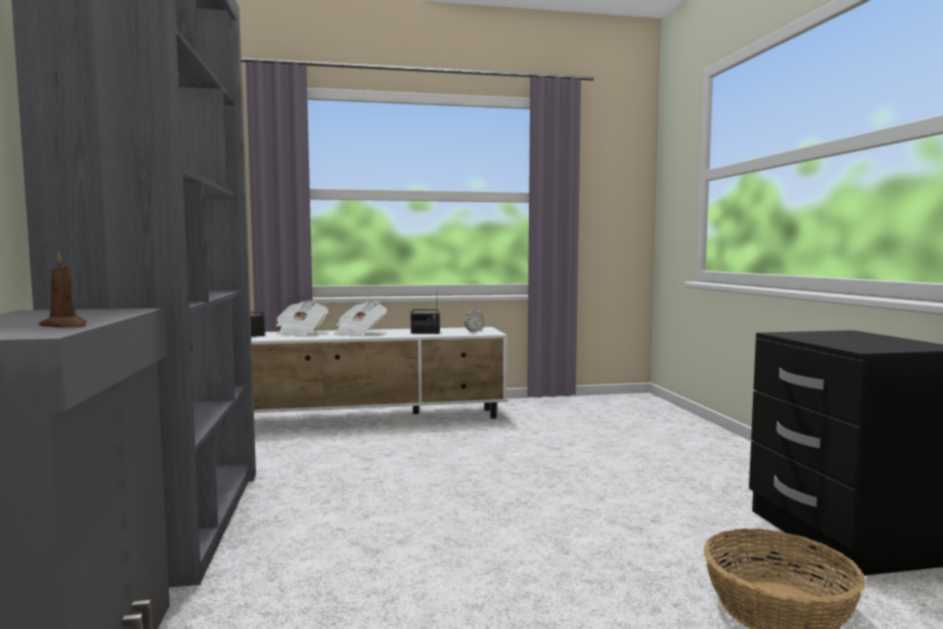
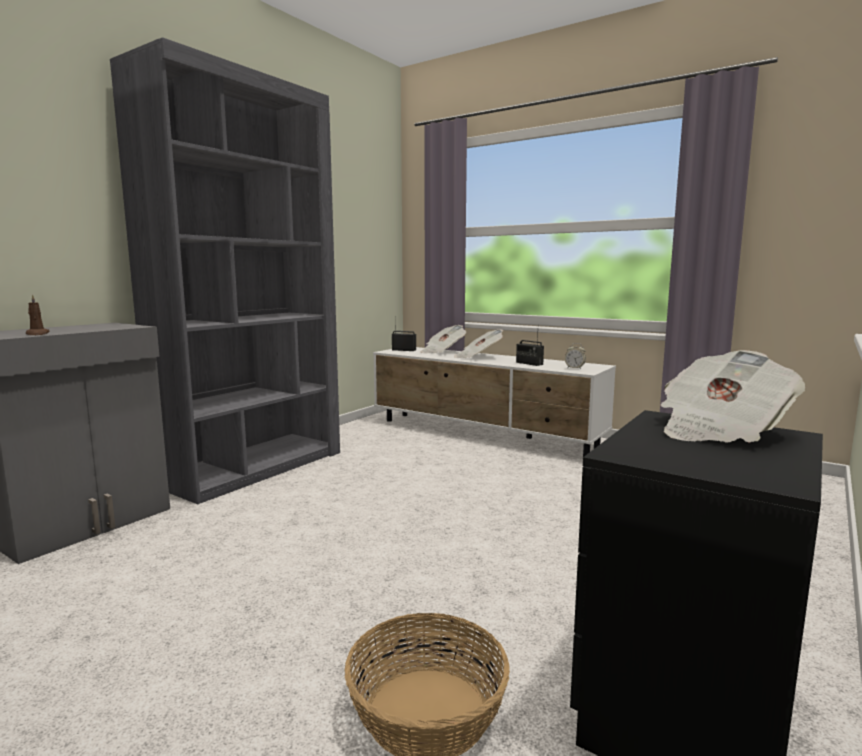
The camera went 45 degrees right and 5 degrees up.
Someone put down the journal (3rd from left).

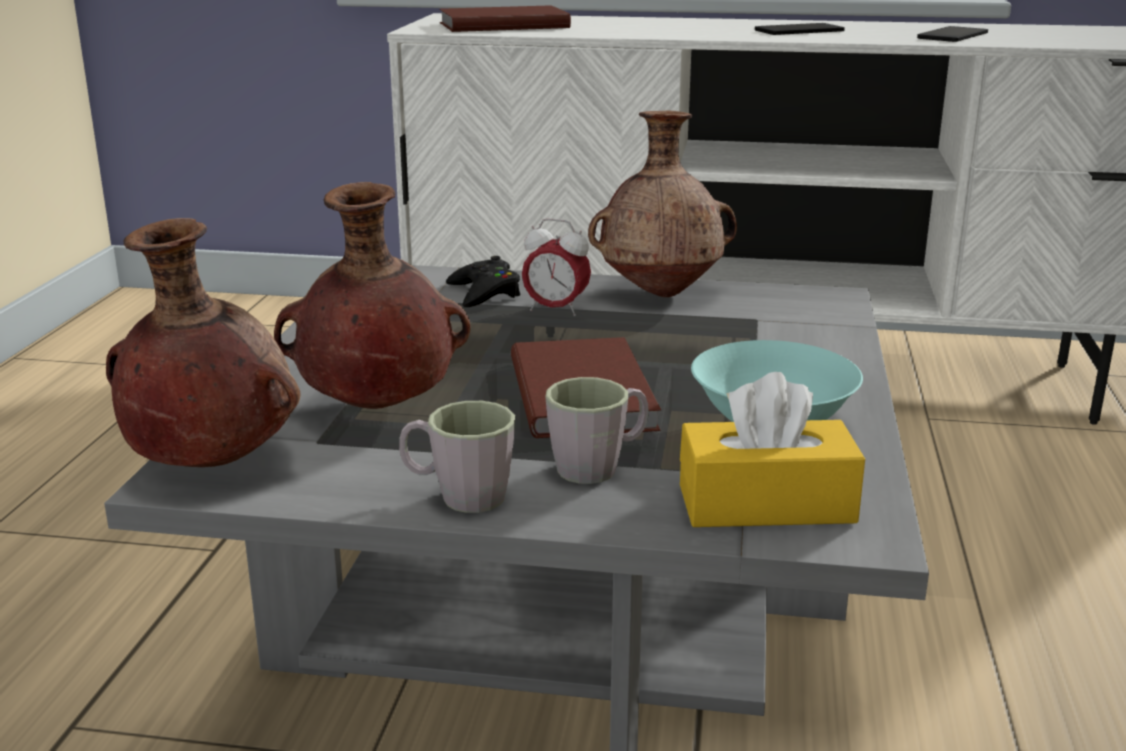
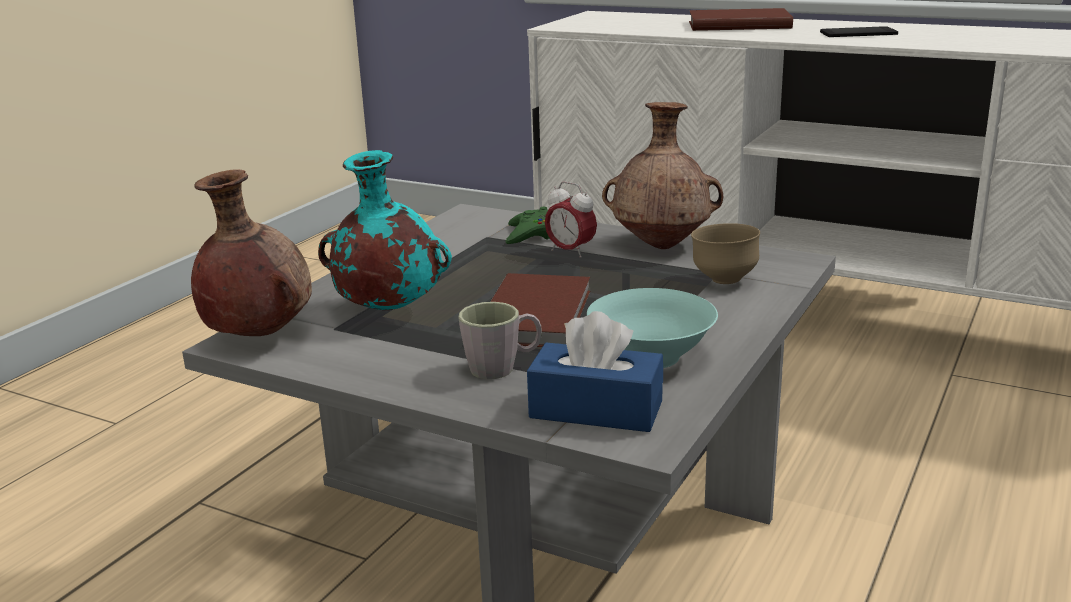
The camera went 20 degrees right and 0 degrees up.
Someone took away the mug (gris) (1st from left).
Someone took away the téléphone (2nd from left).
Someone put down the bol (marron).
Someone carried the livre (marron) (1st from left in the first image).
Someone repainted the vase (marron) (2nd from left), which became the vase (turquoise).
Someone repainted the manette (noir), which became the manette (vert).
Someone repainted the boîte à mouchoirs (jaune), which became the boîte à mouchoirs (bleu).

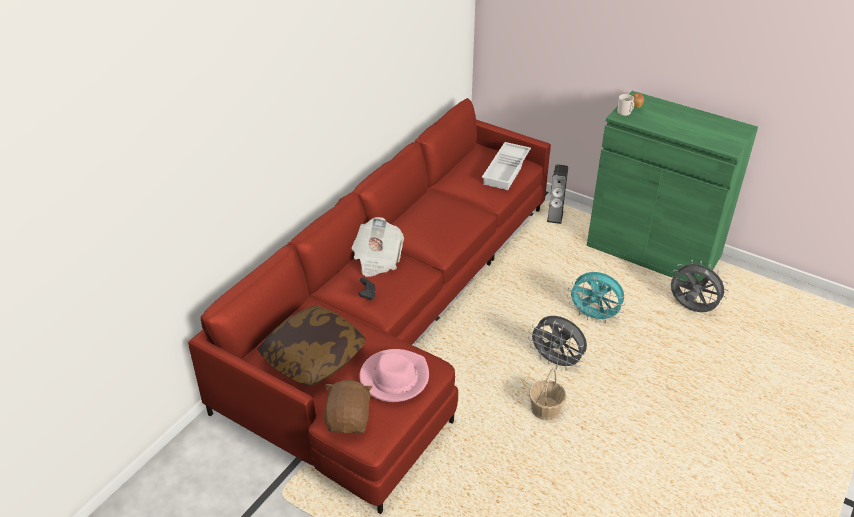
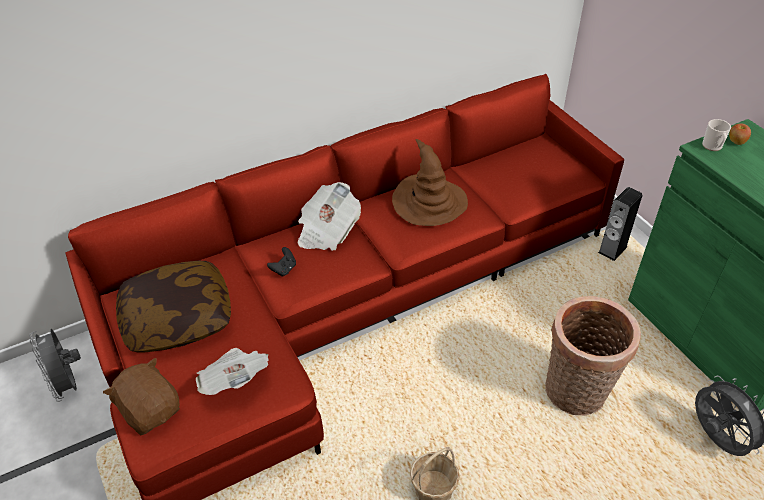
The camera went 30 degrees right and 5 degrees up.
Someone took away the plateau (blanc).
Someone put down the chapeau (marron).
Someone carried the ventilateur (gris) (1st from left).
Someone swapped the chapeau (rose) for the journal (1st from left).
Someone swapped the ventilateur (turquoise) for the panier (2nd from left).
Someone rotated the peluche (marron) by 75 degrees counterclockwise.

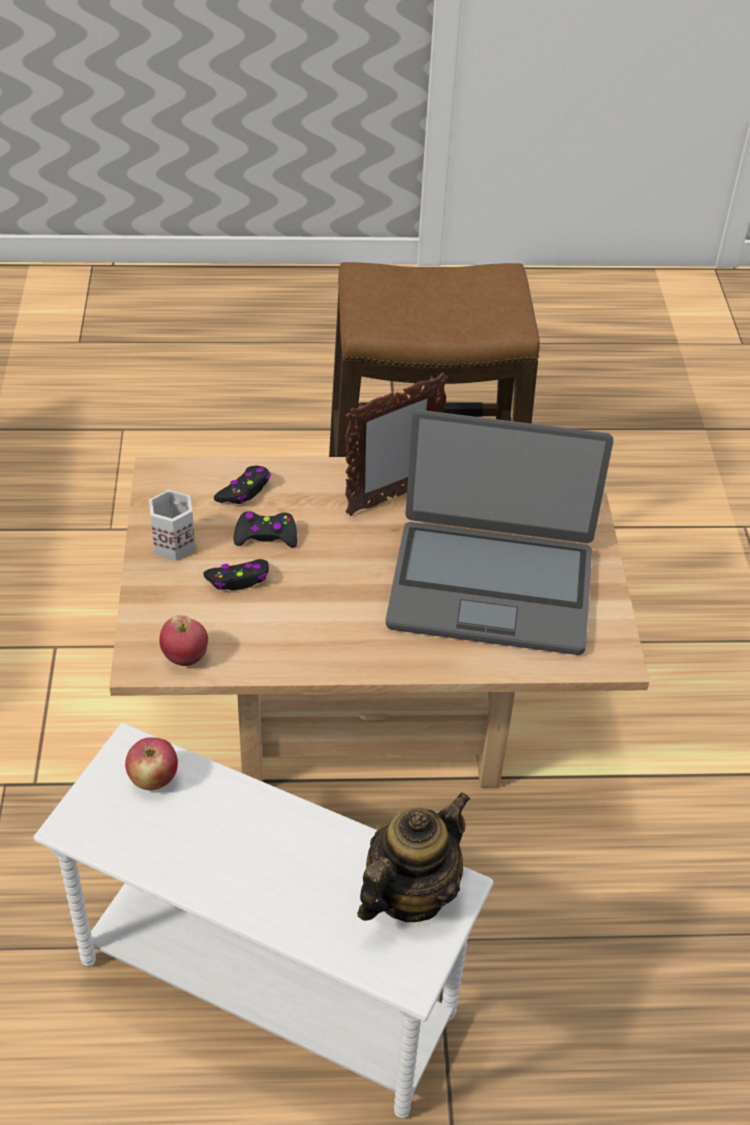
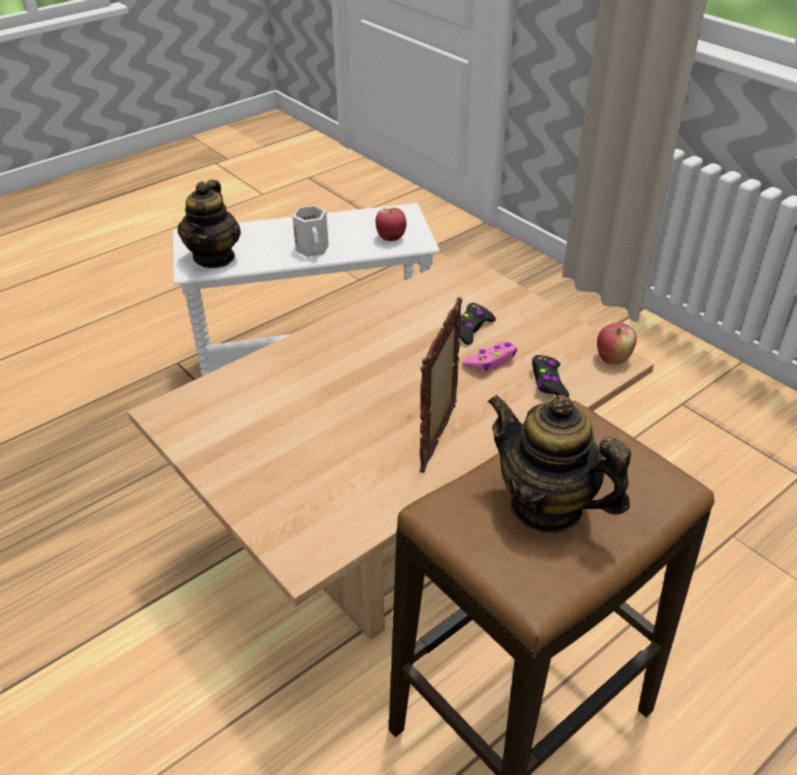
The camera went 145 degrees right and 5 degrees down.
Someone took away the ordinateur portable.
Someone put down the théière (2nd from left).
Someone carried the mug (blanc).
Someone carried the pomme (2nd from left).
Someone repainted the manette (noir) (3rd from left), which became the manette (rose).

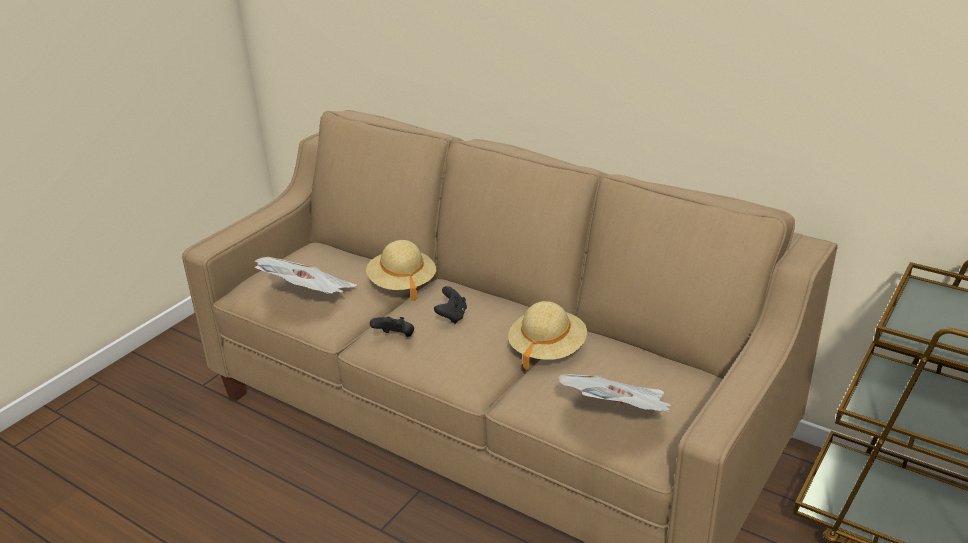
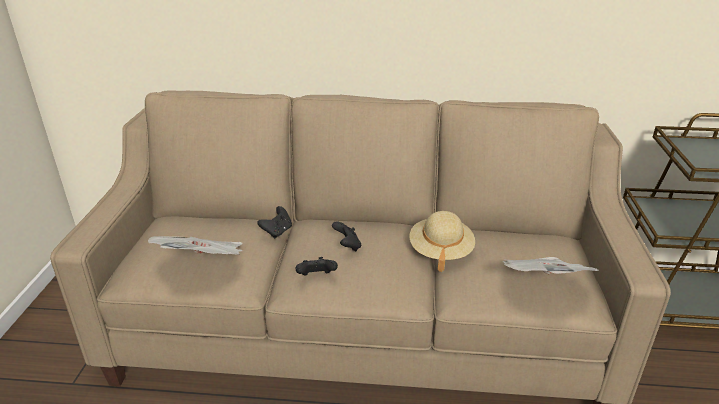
The camera went 30 degrees left and 0 degrees up.
Someone swapped the chapeau (beige) (1st from left) for the manette (noir) (1st from left).

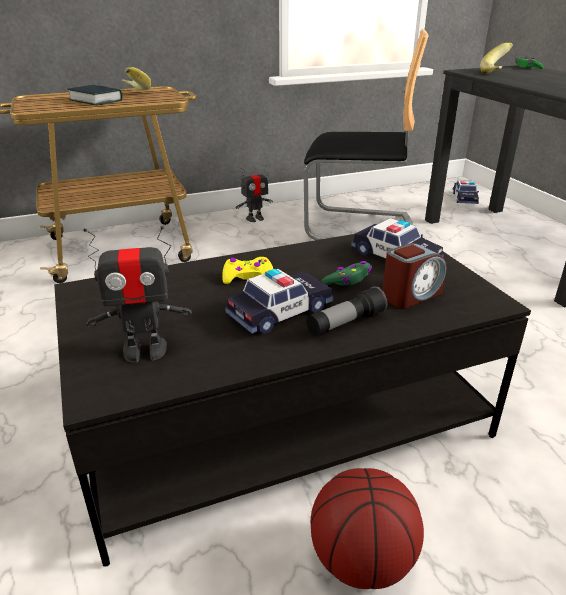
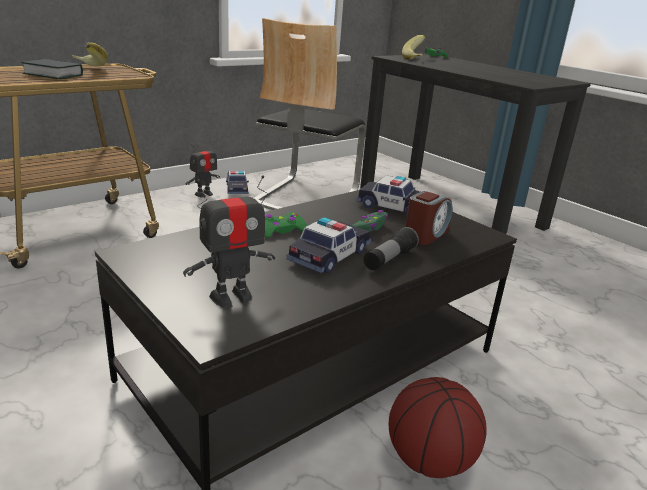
The camera went 20 degrees left and 5 degrees down.
Someone carried the petite voiture (3rd from left in the first image).
Someone repainted the manette (jaune), which became the manette (vert) (1st from left).
Someone rotated the chaise by 120 degrees clockwise.

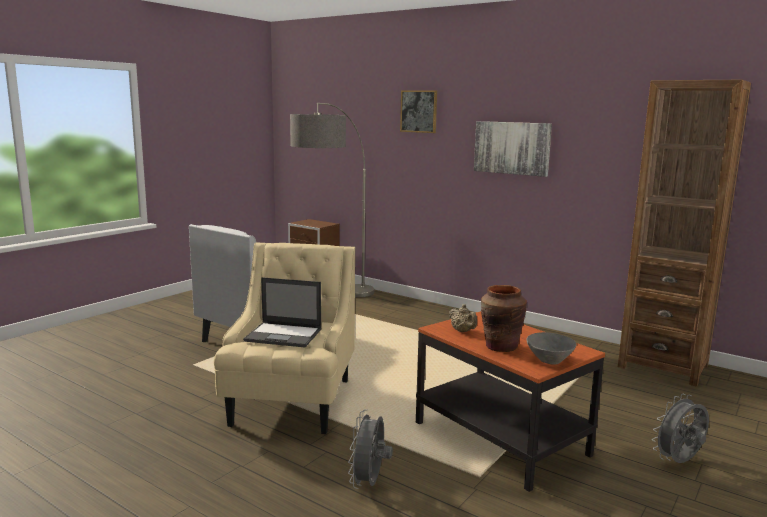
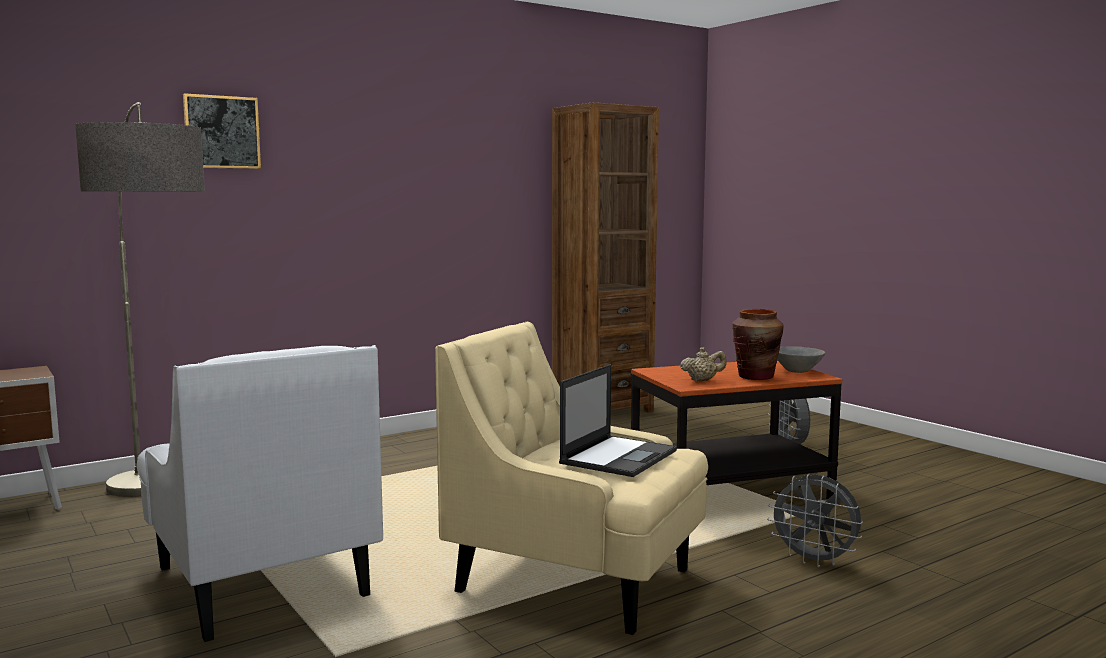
The camera went 70 degrees left and 5 degrees down.
Someone took away the tableau (2nd from left).

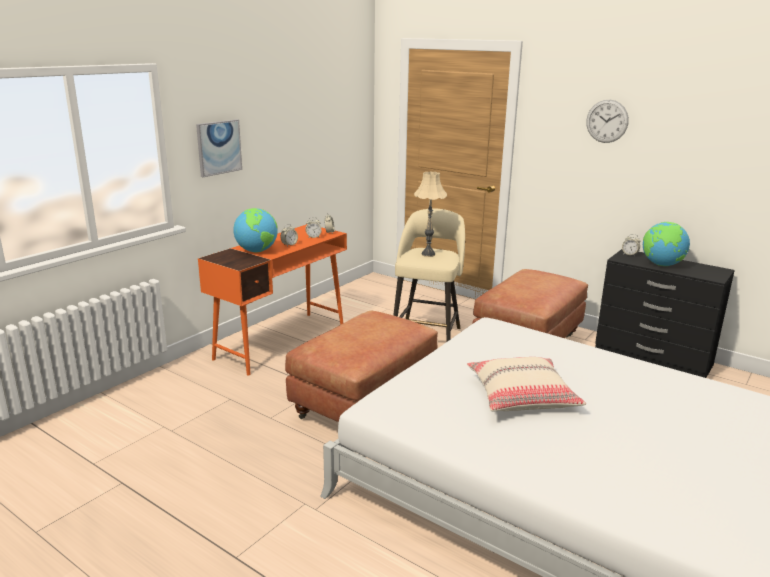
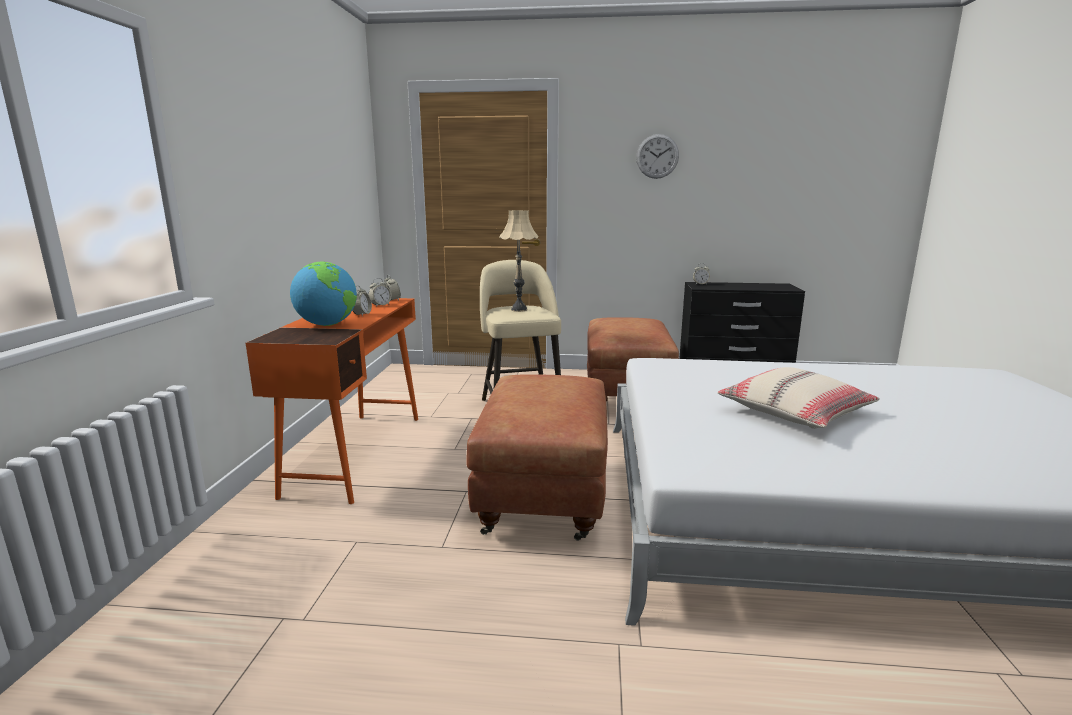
The camera went 30 degrees left and 5 degrees down.
Someone took away the tableau.
Someone took away the globe (2nd from left).

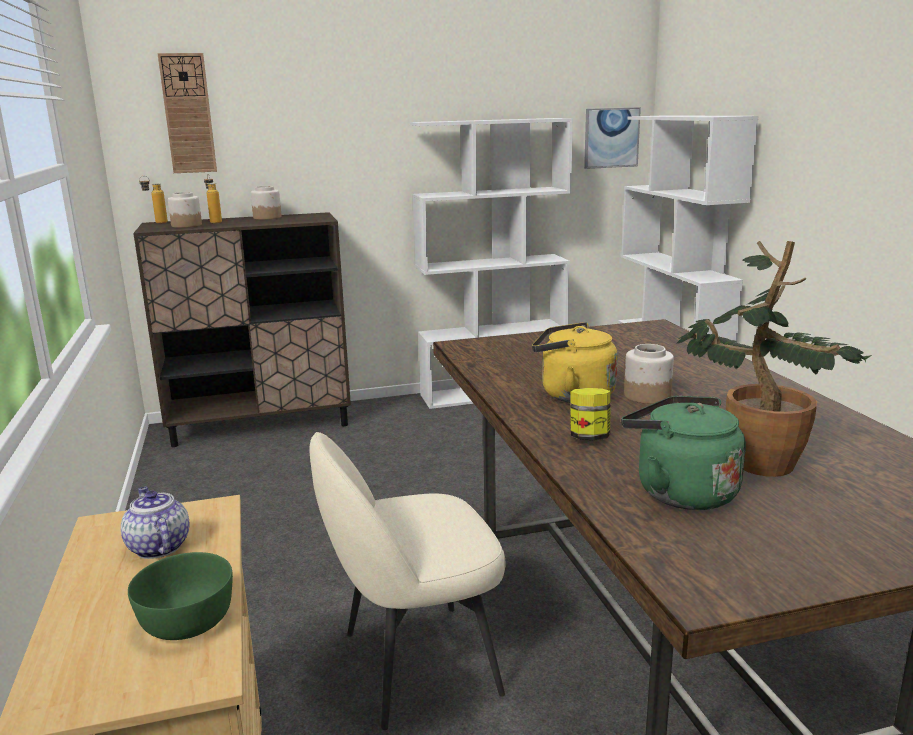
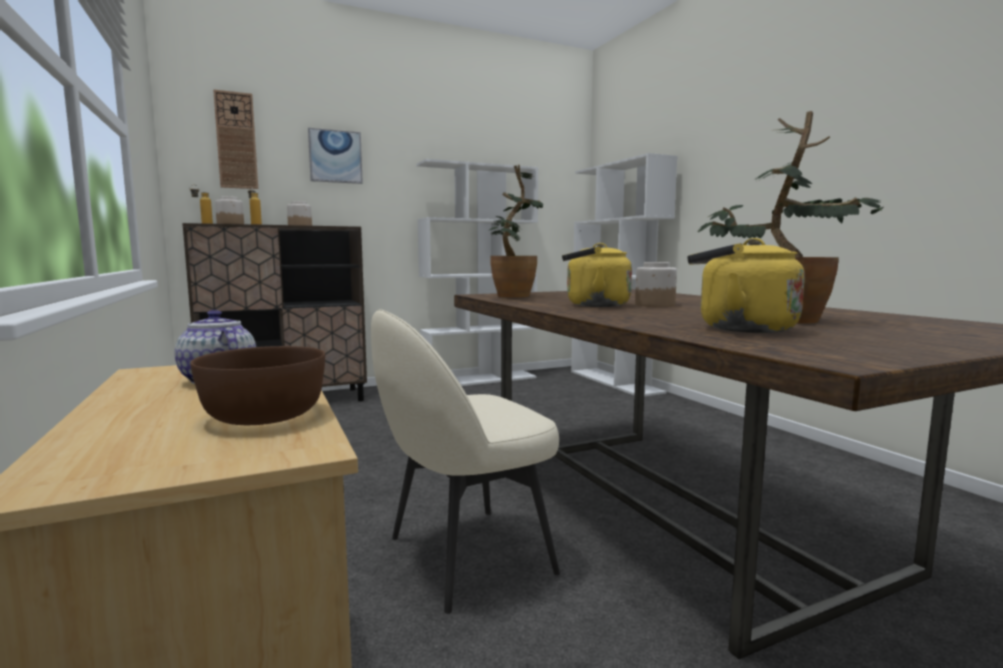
The camera went 10 degrees left and 10 degrees down.
Someone took away the bocal (3rd from left).
Someone put down the plante en pot (1st from left).
Someone carried the tableau.
Someone repainted the bol (vert), which became the bol (marron).
Someone repainted the bouilloire (vert), which became the bouilloire (jaune) (2nd from left).

